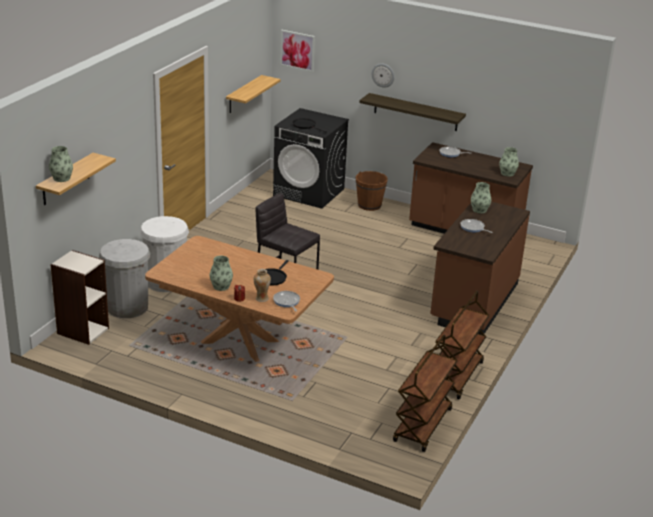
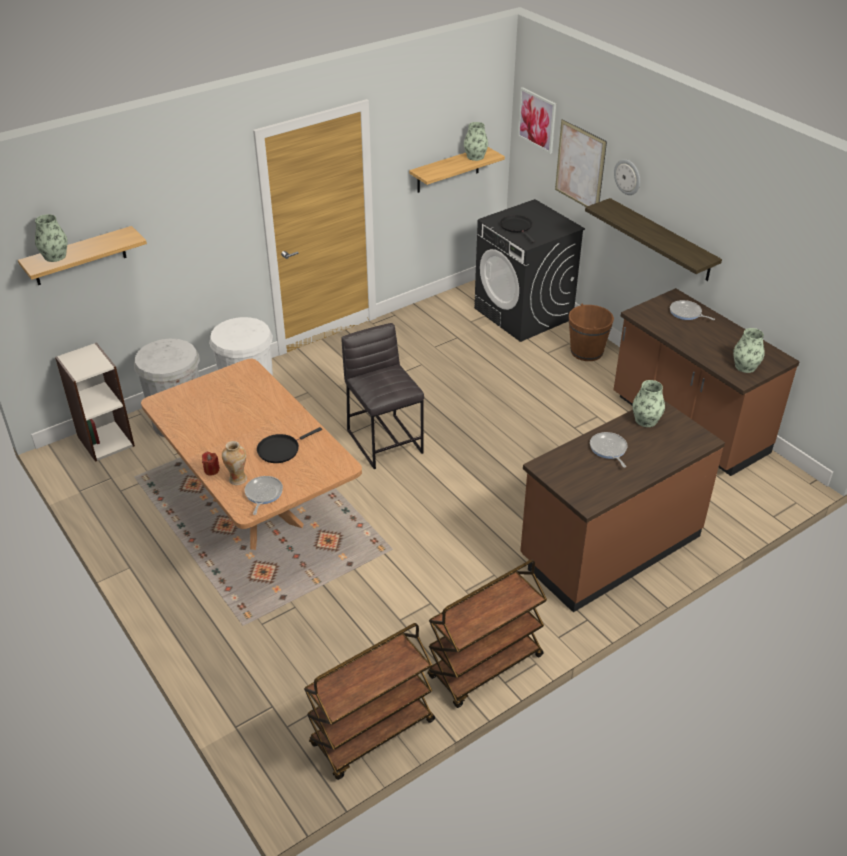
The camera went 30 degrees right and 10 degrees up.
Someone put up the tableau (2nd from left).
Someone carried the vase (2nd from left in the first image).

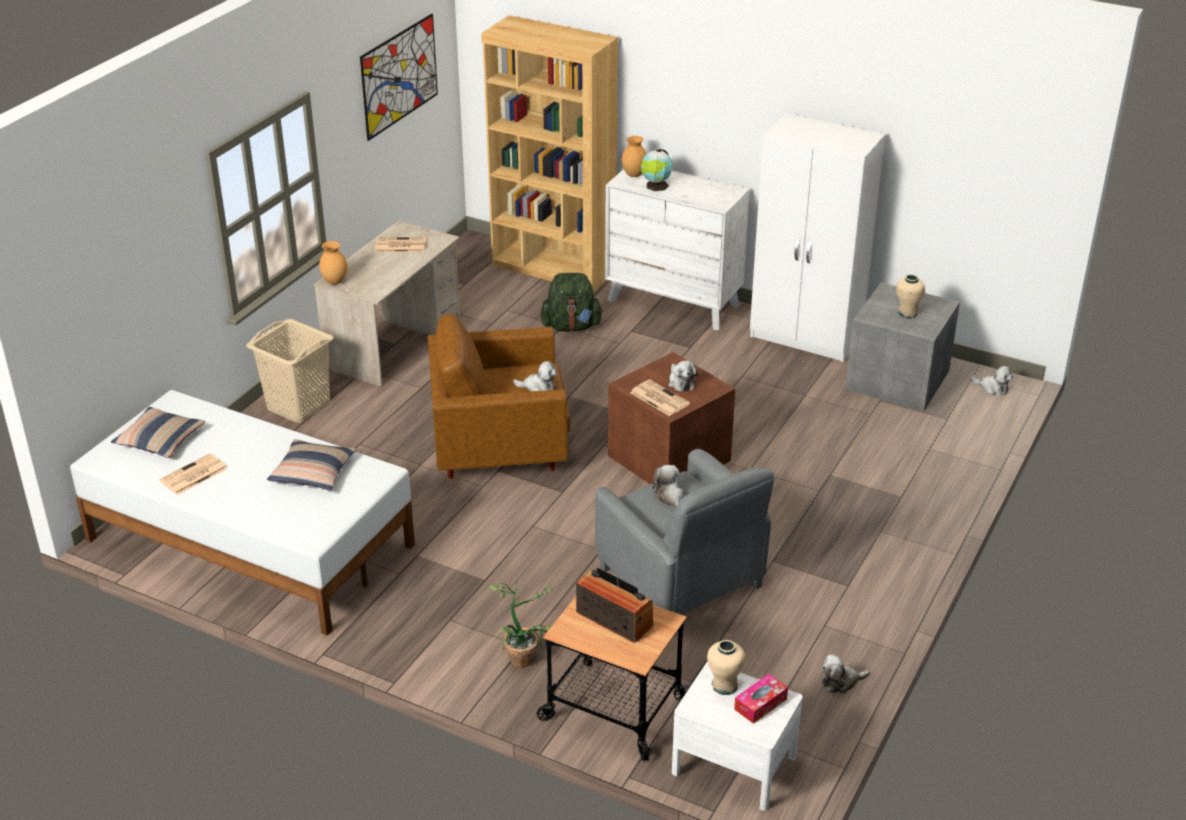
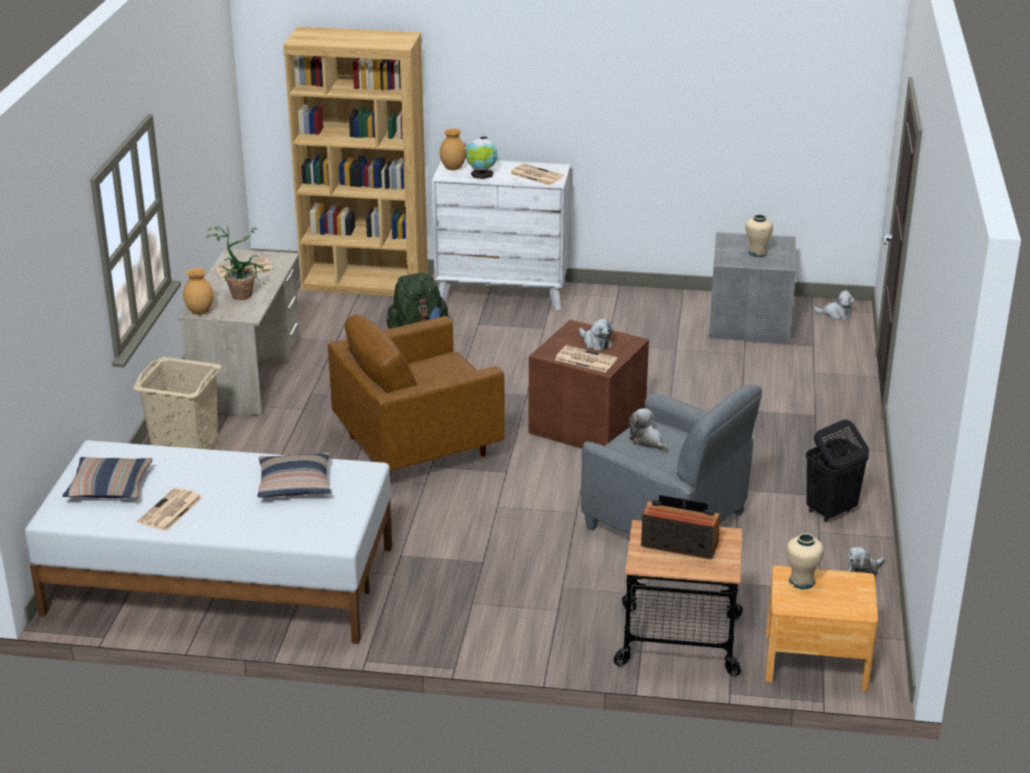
The camera went 20 degrees left and 5 degrees down.
Someone took away the tableau.
Someone took away the peluche (1st from left).
Someone took away the boîte à mouchoirs.
Someone took away the armoire (blanc).
Someone put down the journal (3rd from left).
Someone put down the panier à linge (noir).
Someone carried the plante en pot.
Someone repainted the table de chevet (blanc), which became the table de chevet (marron).

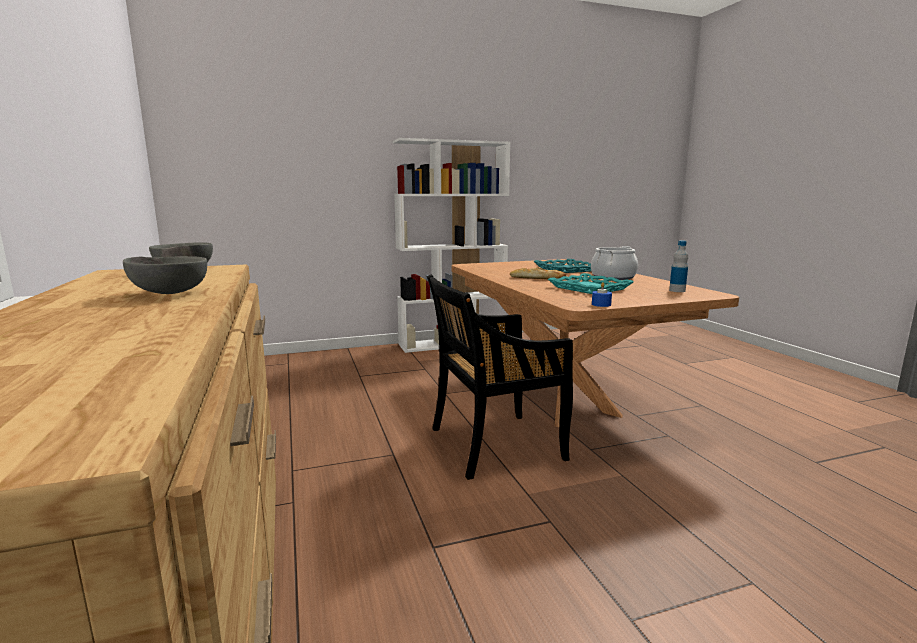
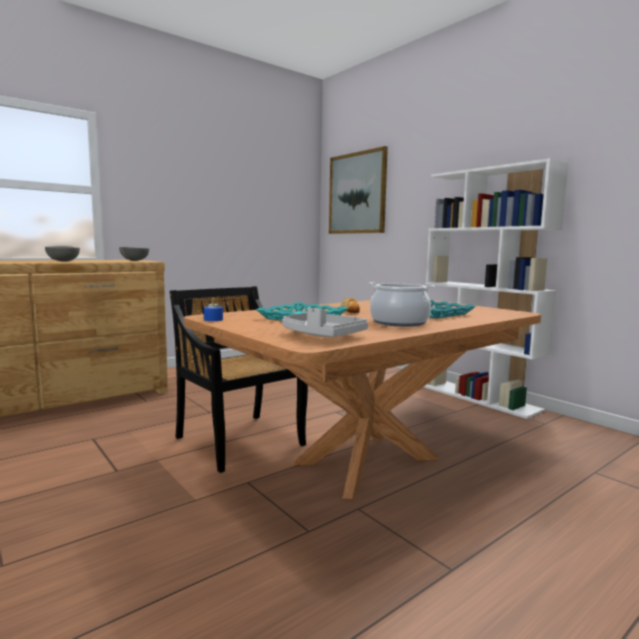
The camera went 70 degrees right and 5 degrees down.
Someone put up the tableau.
Someone swapped the bouteille for the plateau (gris).

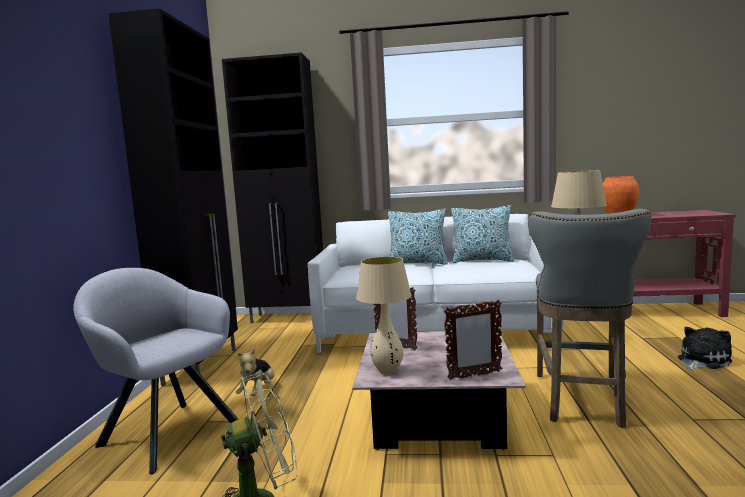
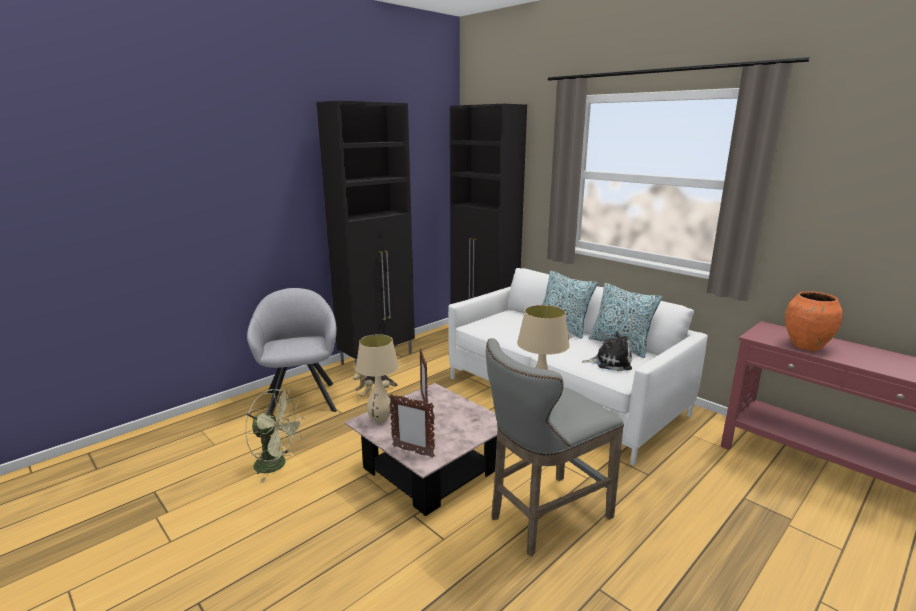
The camera went 40 degrees right and 10 degrees up.
Someone carried the peluche (2nd from left).

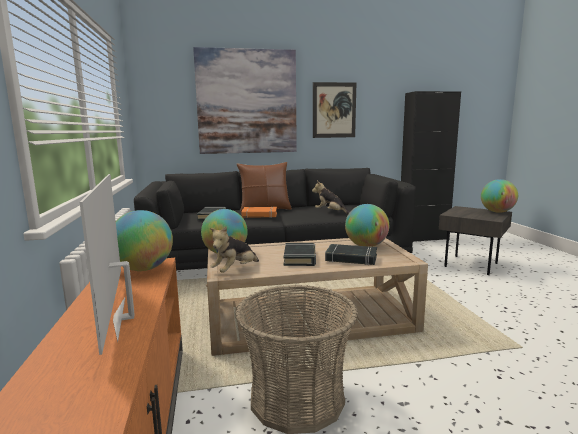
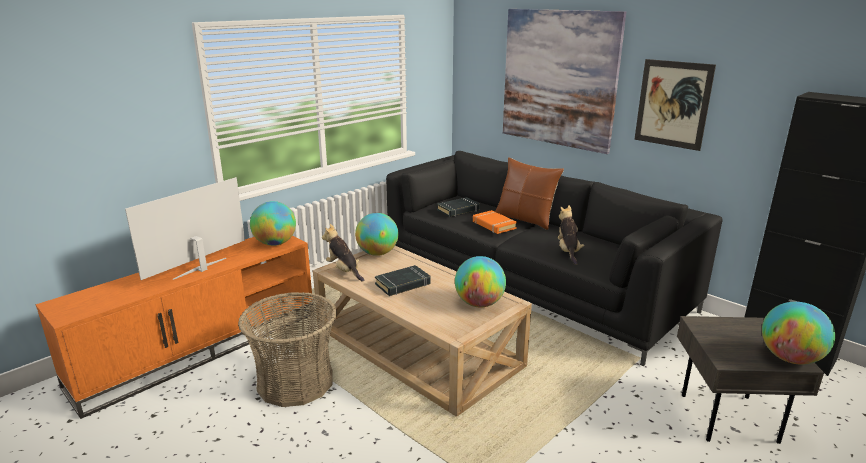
The camera went 55 degrees right and 10 degrees up.
Someone took away the livre (noir) (3rd from left).
Someone rotated the peluche (1st from left) by 45 degrees clockwise.

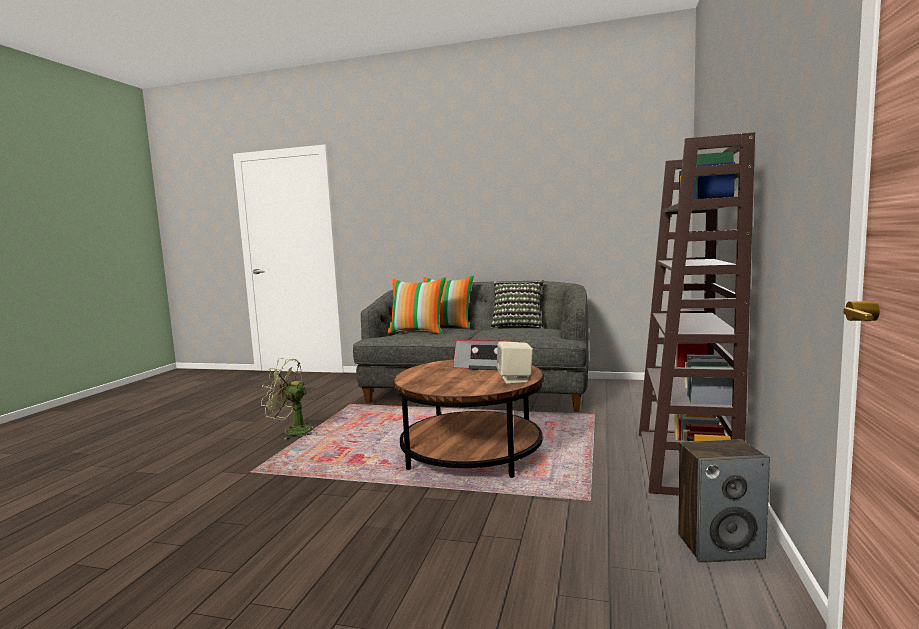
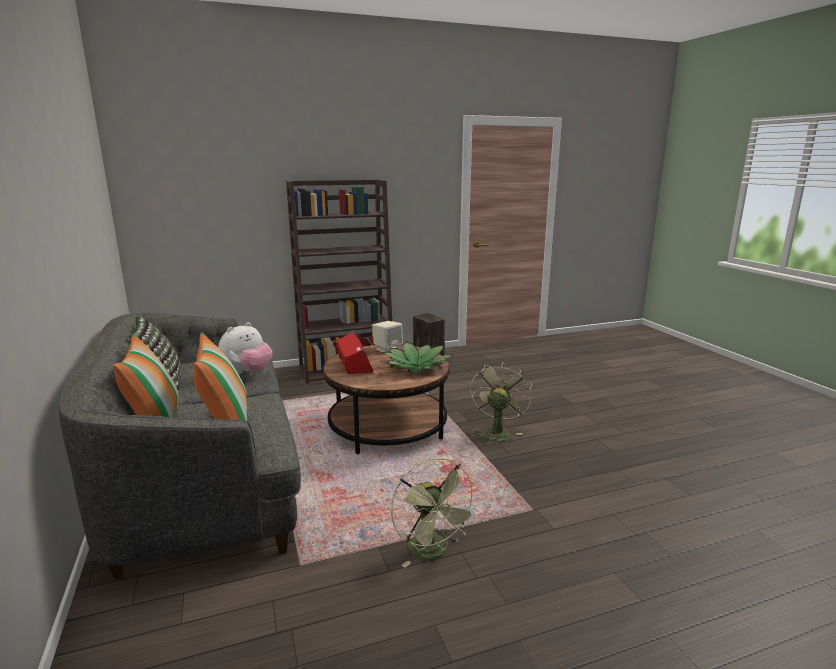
The camera went 125 degrees left and 10 degrees up.
Someone put down the peluche.
Someone put down the plante en pot.
Someone put down the ventilateur (vert) (2nd from left).

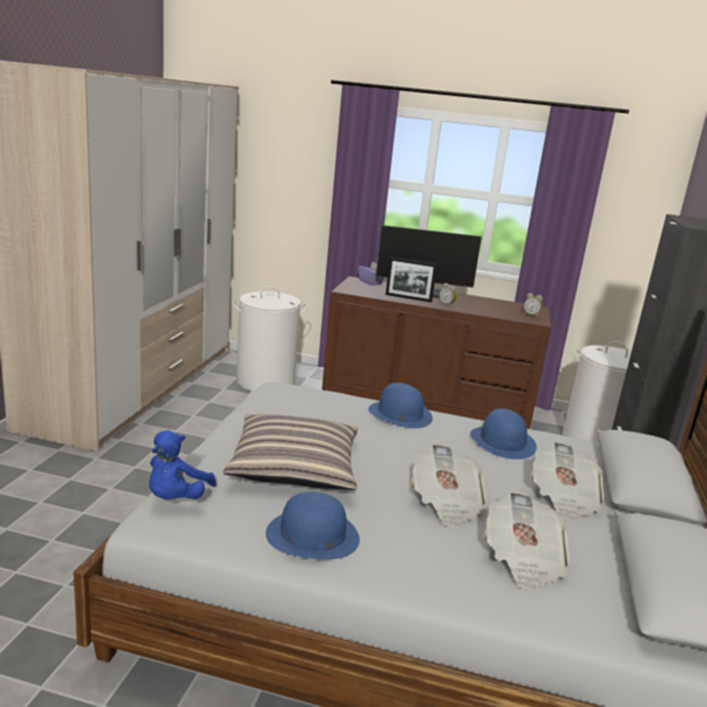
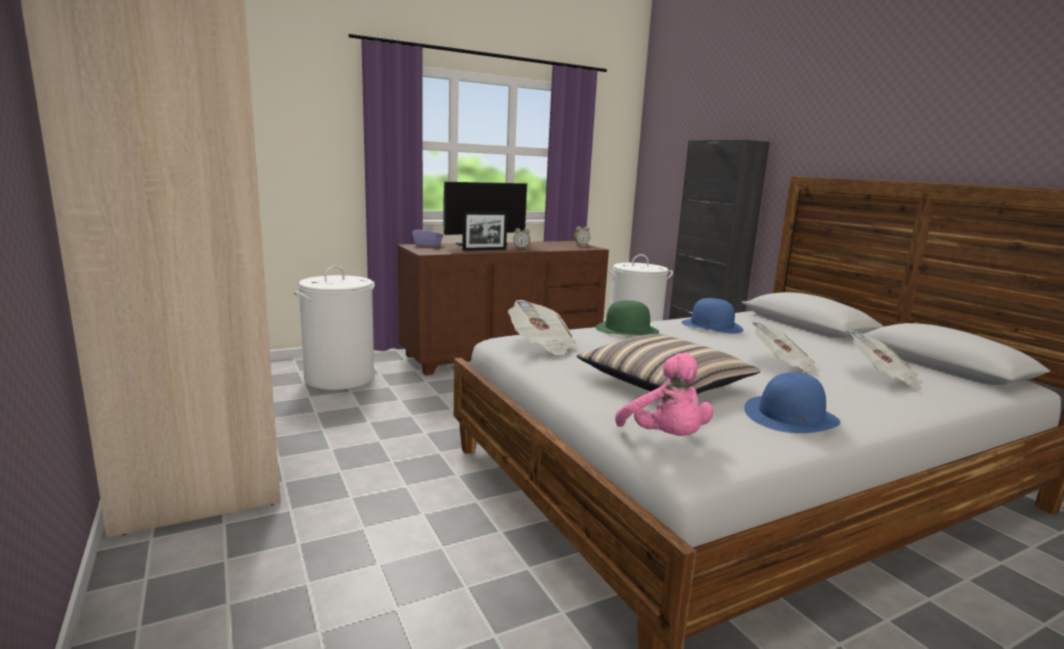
The camera went 40 degrees left and 5 degrees down.
Someone carried the journal (3rd from left in the first image).
Someone repainted the peluche (bleu), which became the peluche (rose).
Someone repainted the chapeau (bleu) (2nd from left), which became the chapeau (vert).

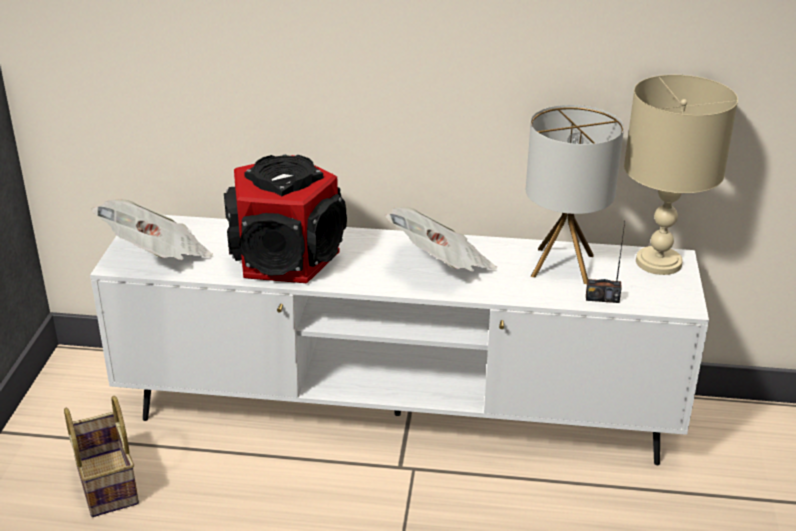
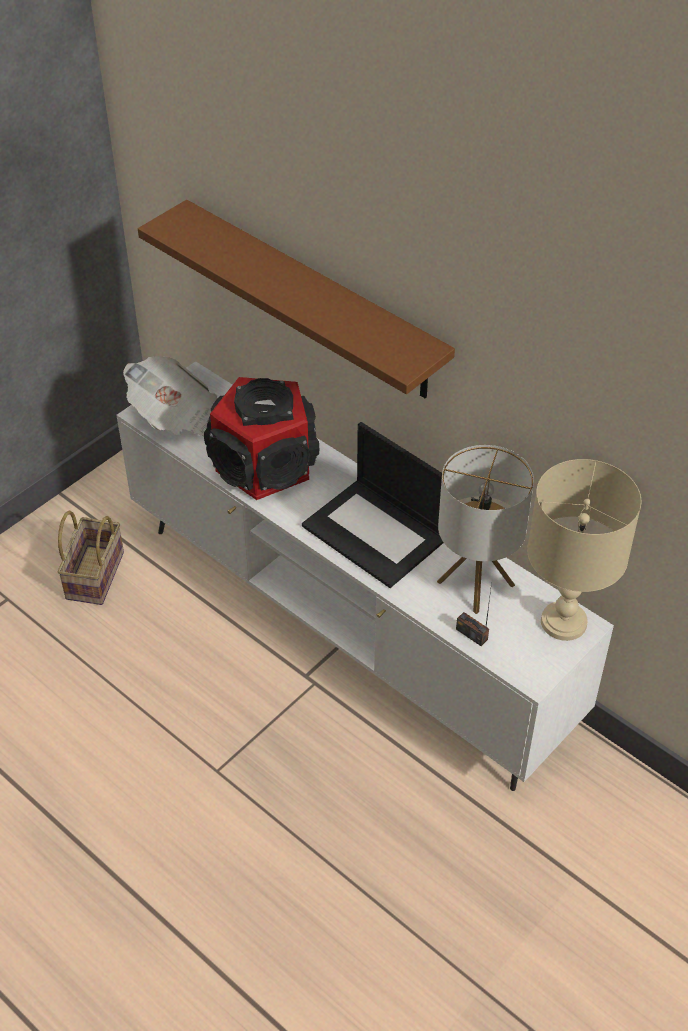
The camera went 35 degrees right and 15 degrees up.
Someone put up the étagère (marron).
Someone swapped the journal (2nd from left) for the ordinateur portable.

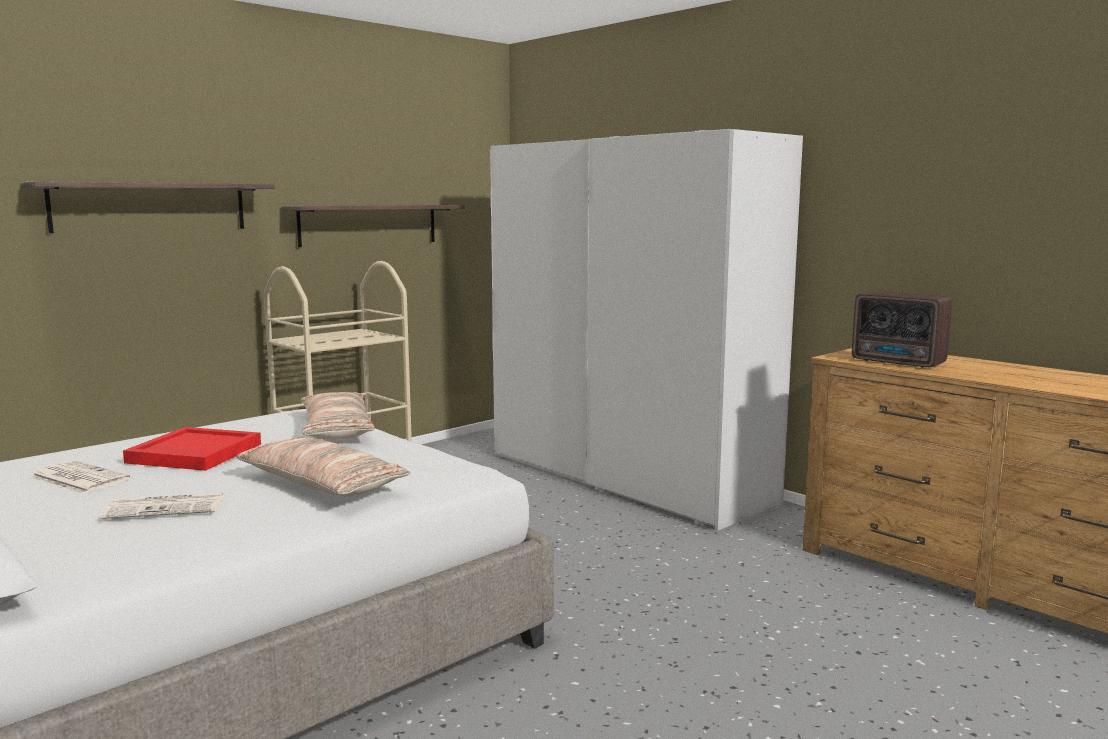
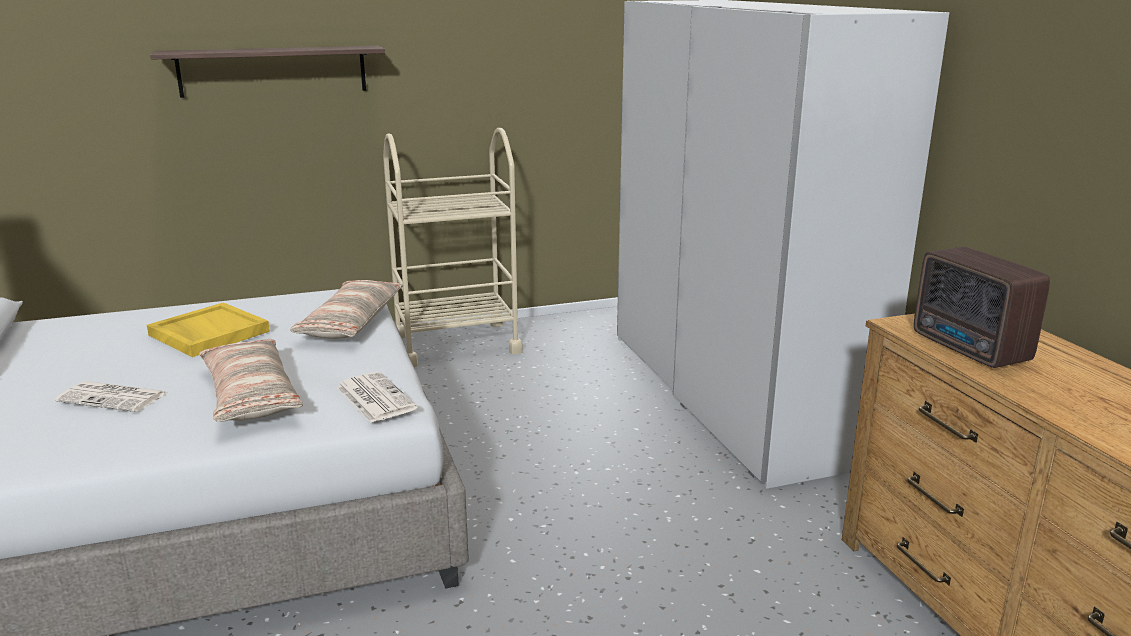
The camera went 25 degrees right and 10 degrees up.
Someone took away the étagère (2nd from left).
Someone carried the journal (1st from left in the first image).
Someone repainted the plateau (rouge), which became the plateau (jaune).

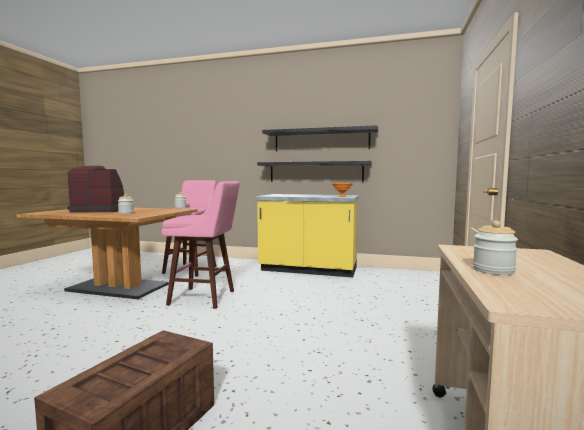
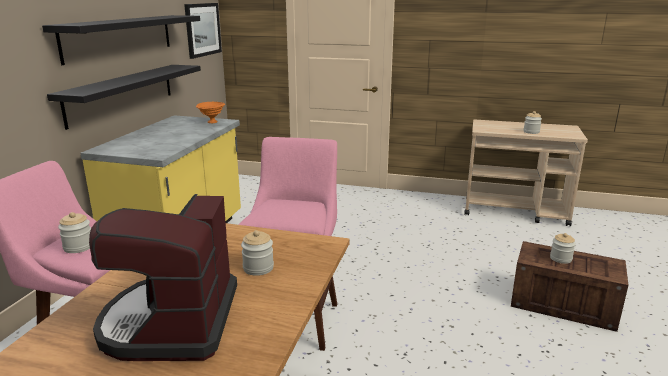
The camera went 90 degrees left and 15 degrees up.
Someone put up the tableau.
Someone put down the bocal (4th from left).

